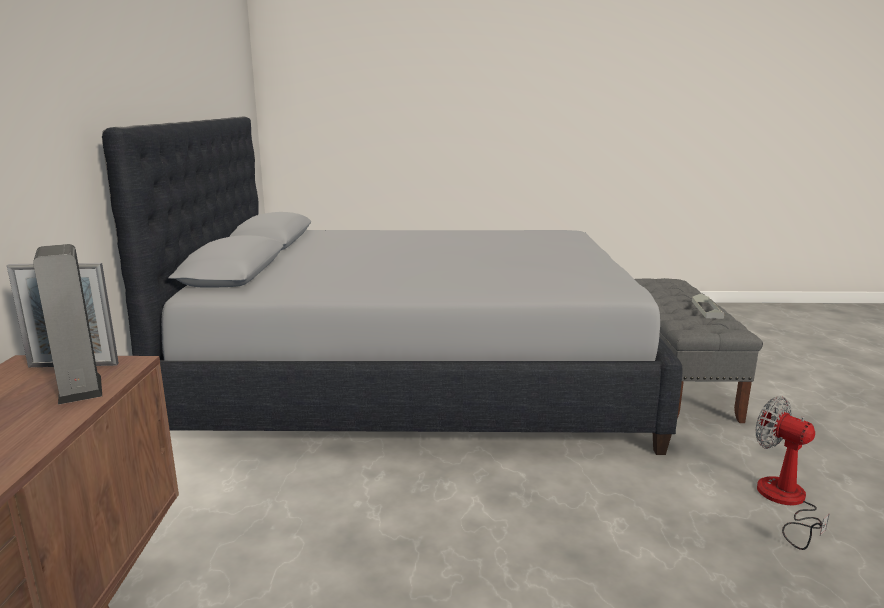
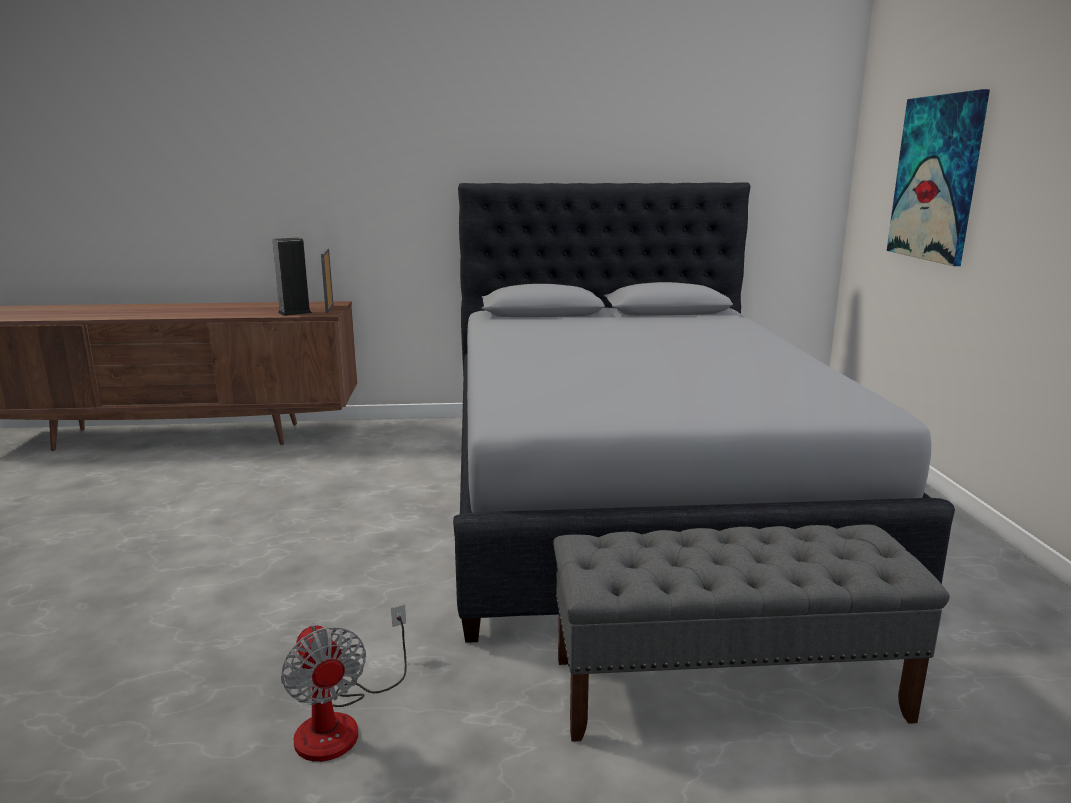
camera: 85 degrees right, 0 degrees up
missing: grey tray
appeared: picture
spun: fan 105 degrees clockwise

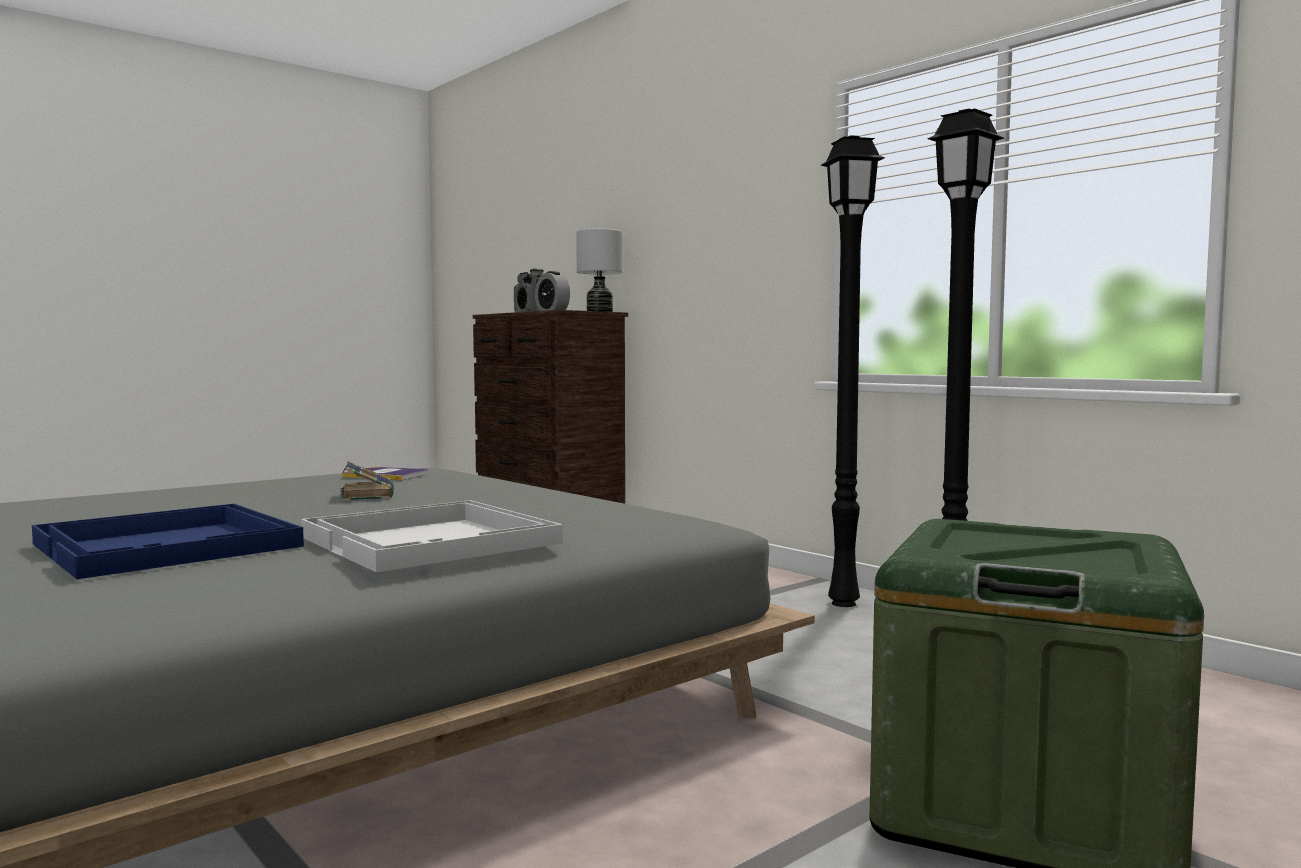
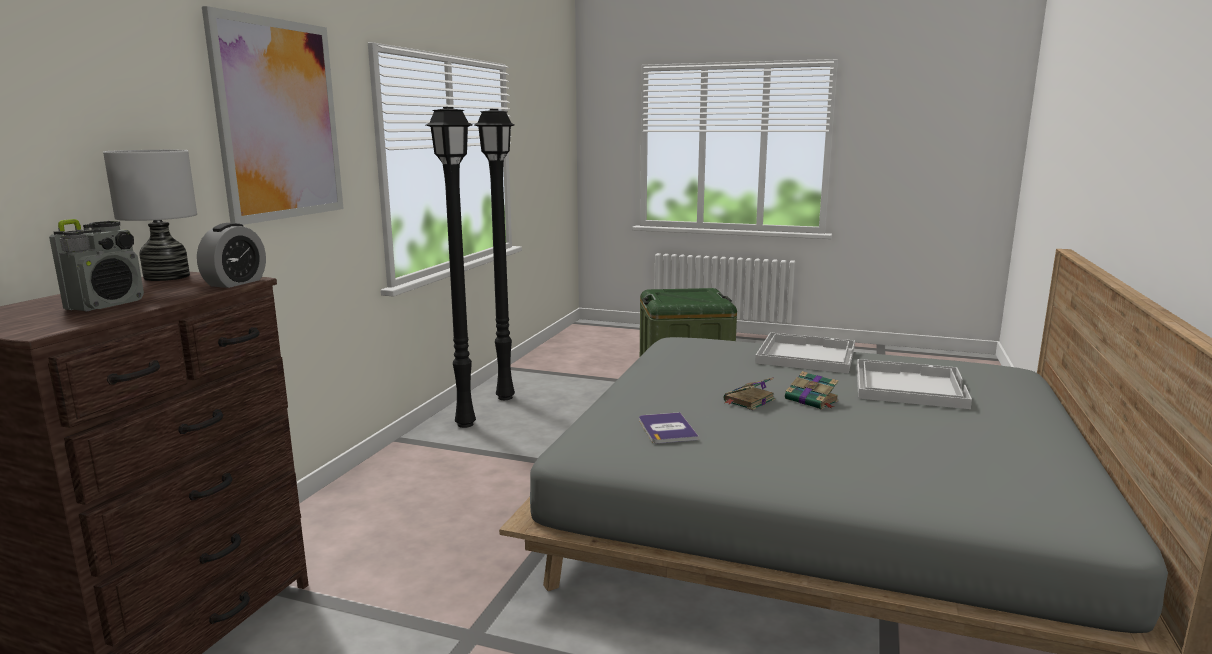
camera: 120 degrees left, 10 degrees up
appeared: picture; book (no. 3 from left)
colour: blue tray to white tray (no. 2 from left)

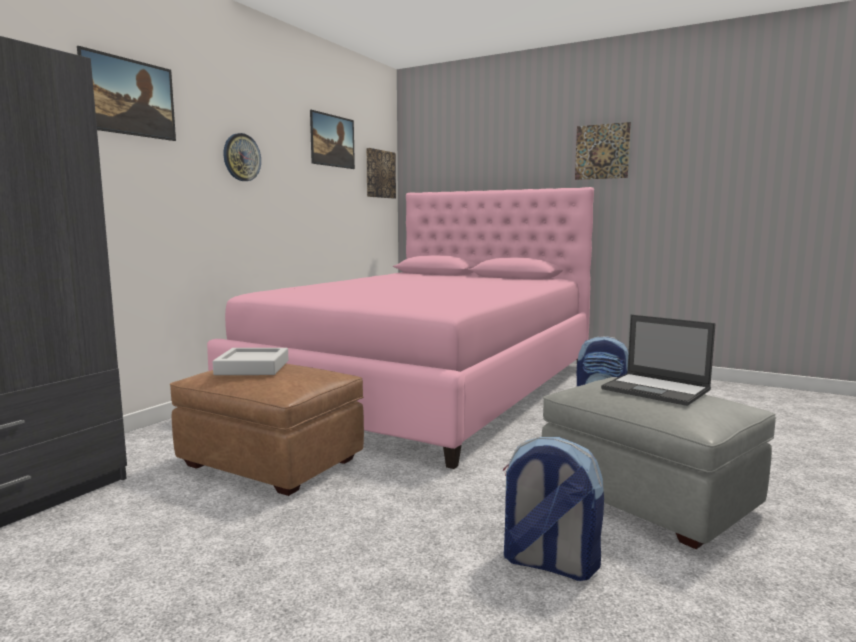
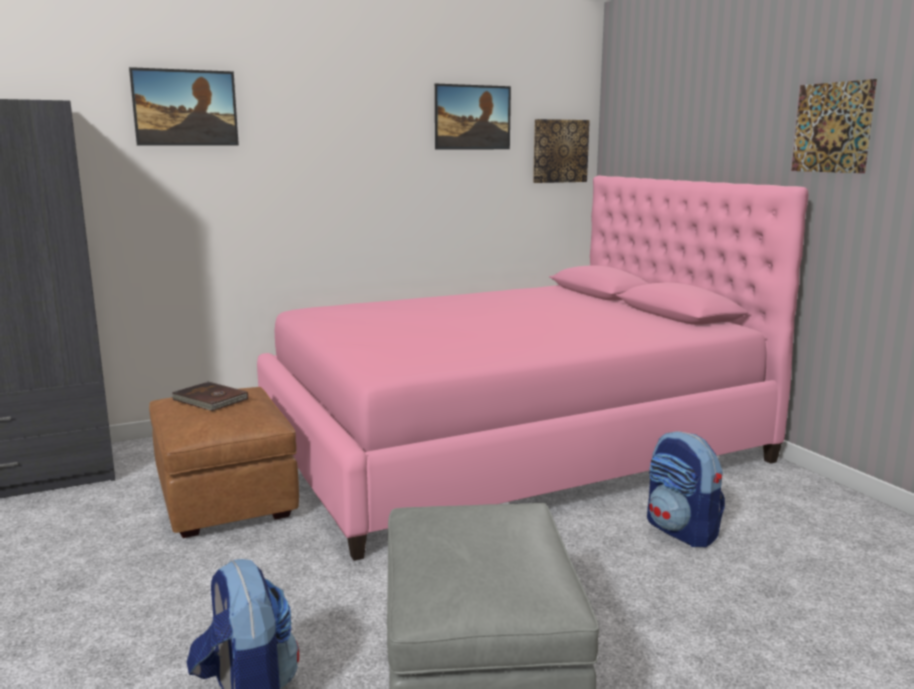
camera: 35 degrees right, 5 degrees up
missing: wall clock; laptop
exchanged: grey tray to brown book

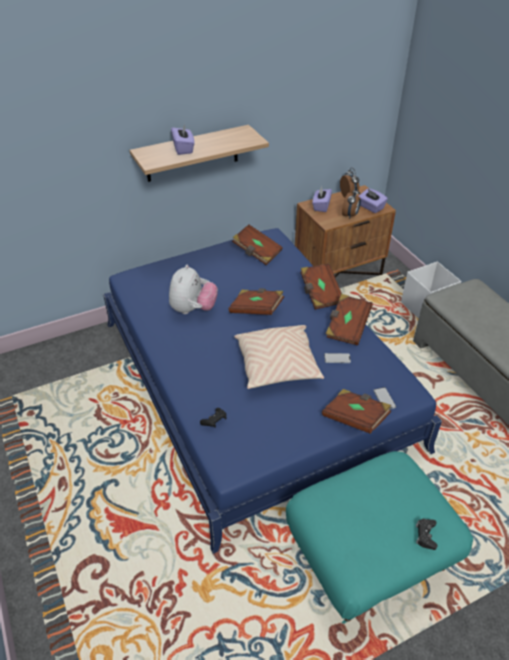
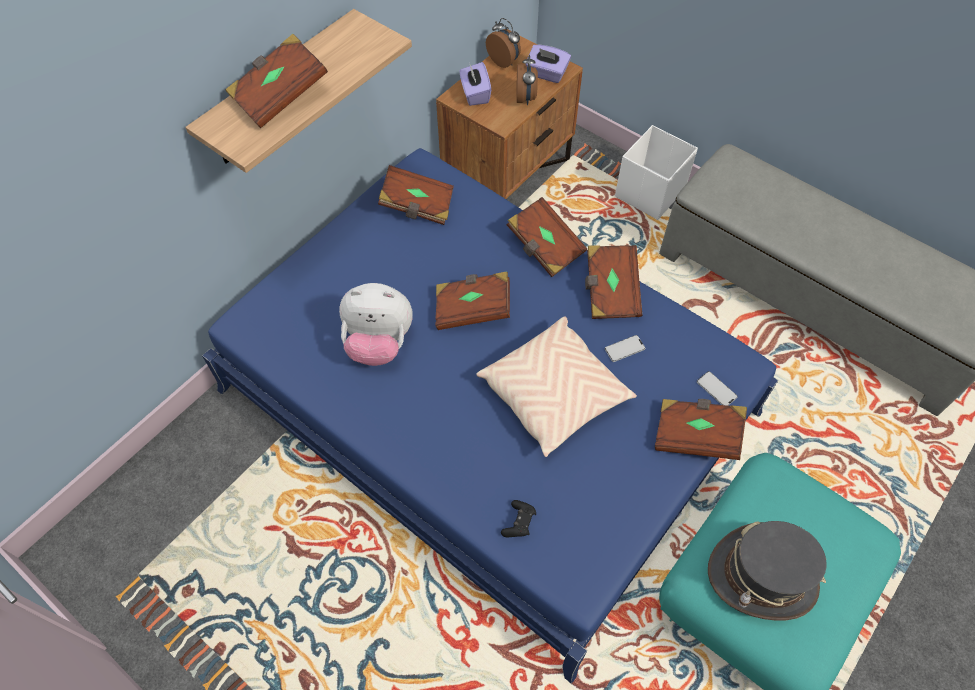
camera: 25 degrees left, 15 degrees up
missing: black game controller (no. 2 from left)
appeared: grey hat
exchanged: purple tissue box (no. 1 from left) to brown book (no. 1 from left)
spun: plush toy 105 degrees clockwise

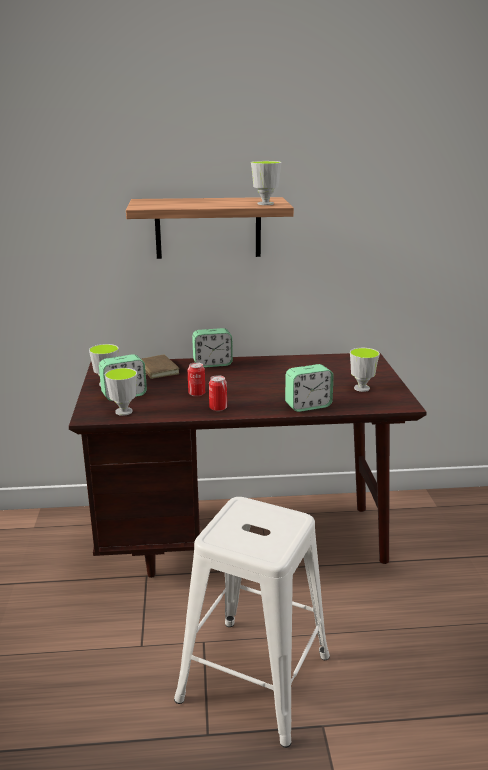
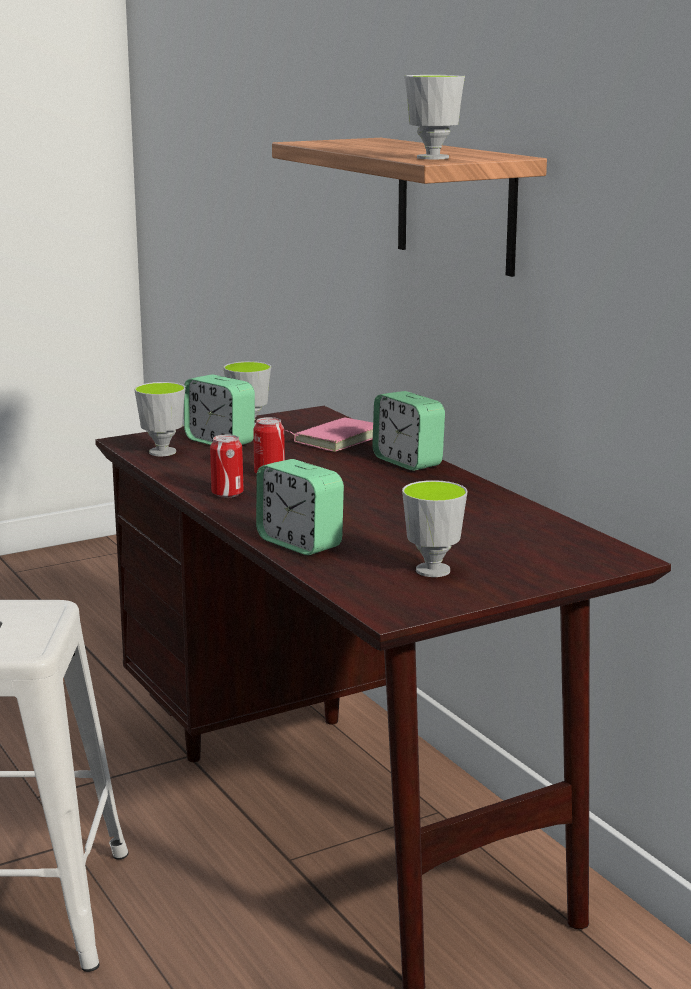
camera: 65 degrees right, 5 degrees down
colour: brown book to pink book

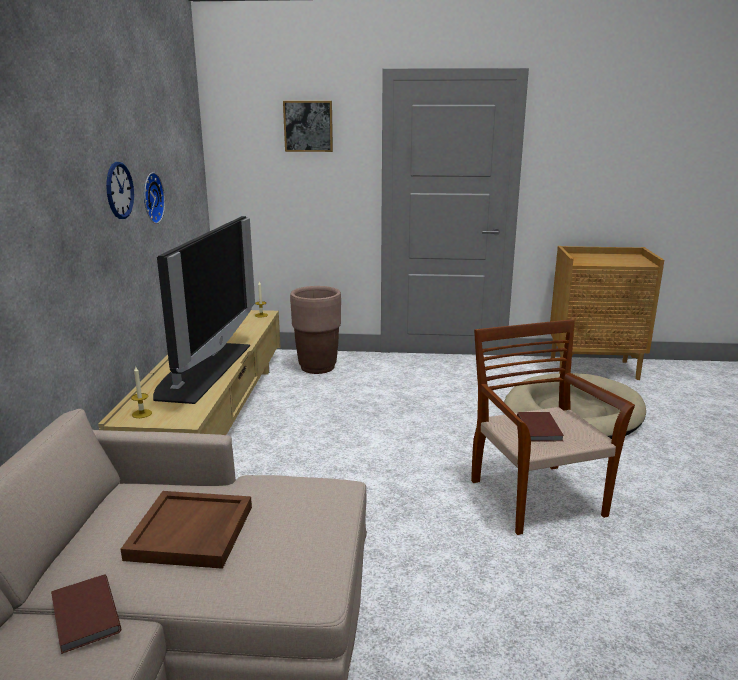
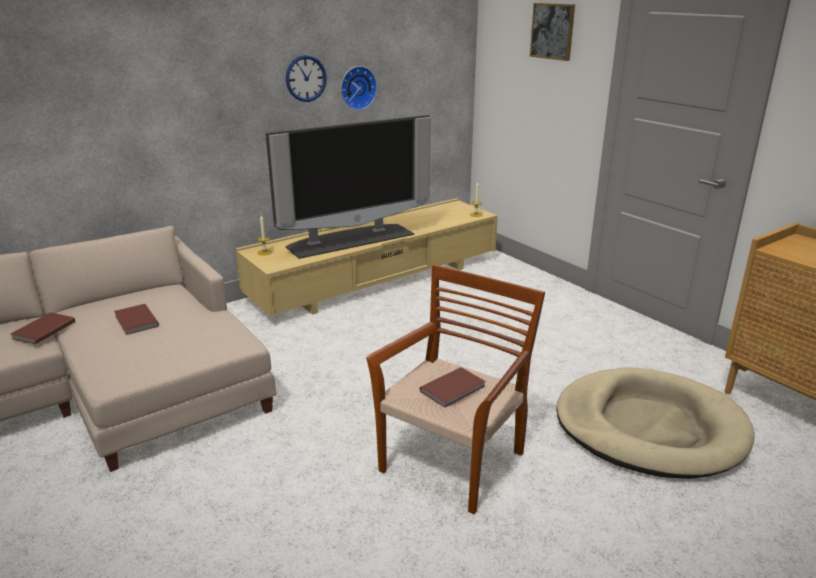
camera: 50 degrees right, 5 degrees up
missing: brown planter
exchanged: brown tray to brown book (no. 2 from left)

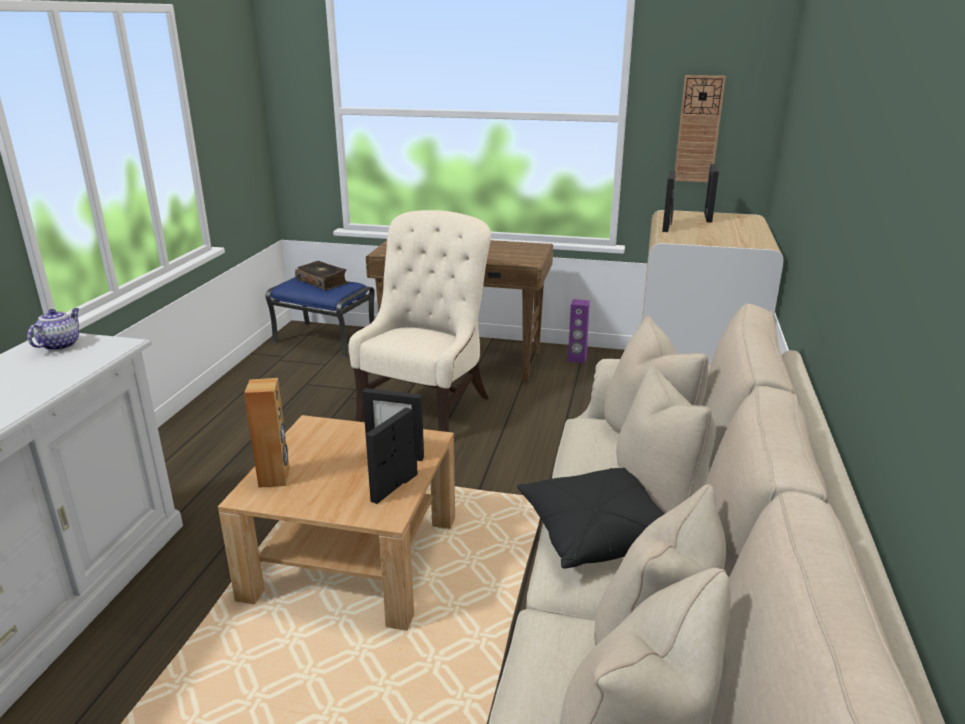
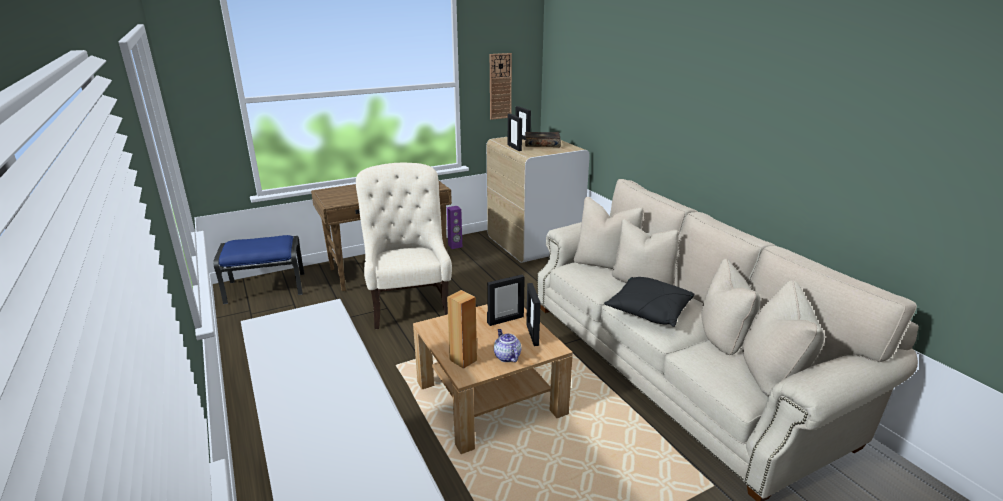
camera: 40 degrees left, 0 degrees up
relocated: teapot; book

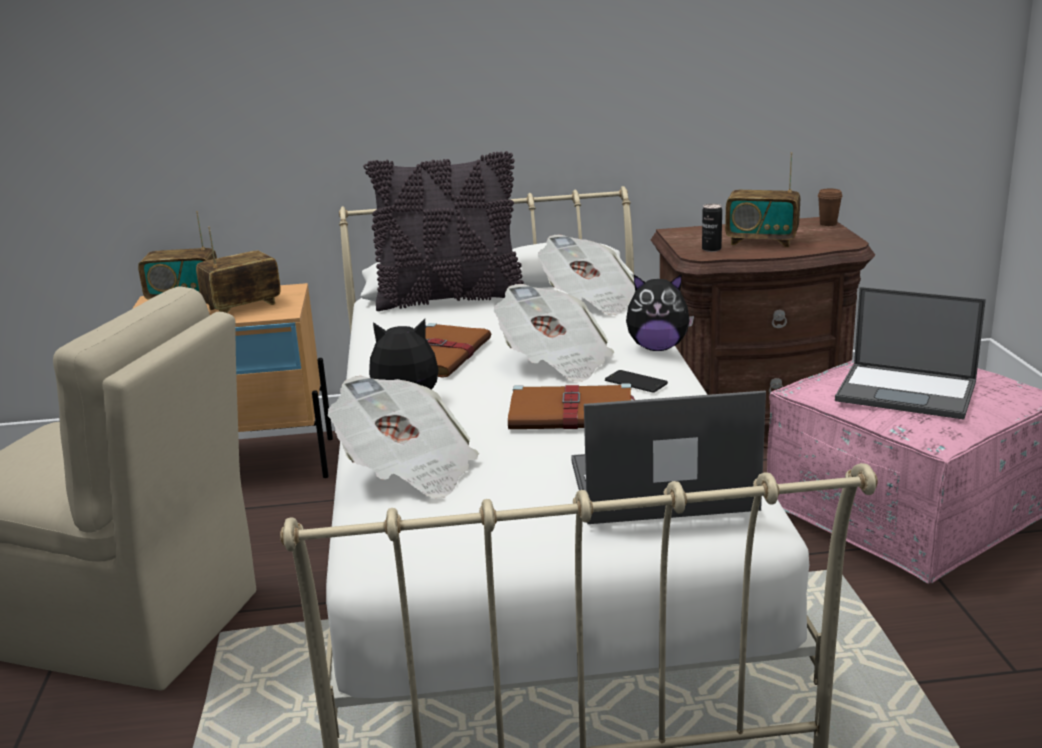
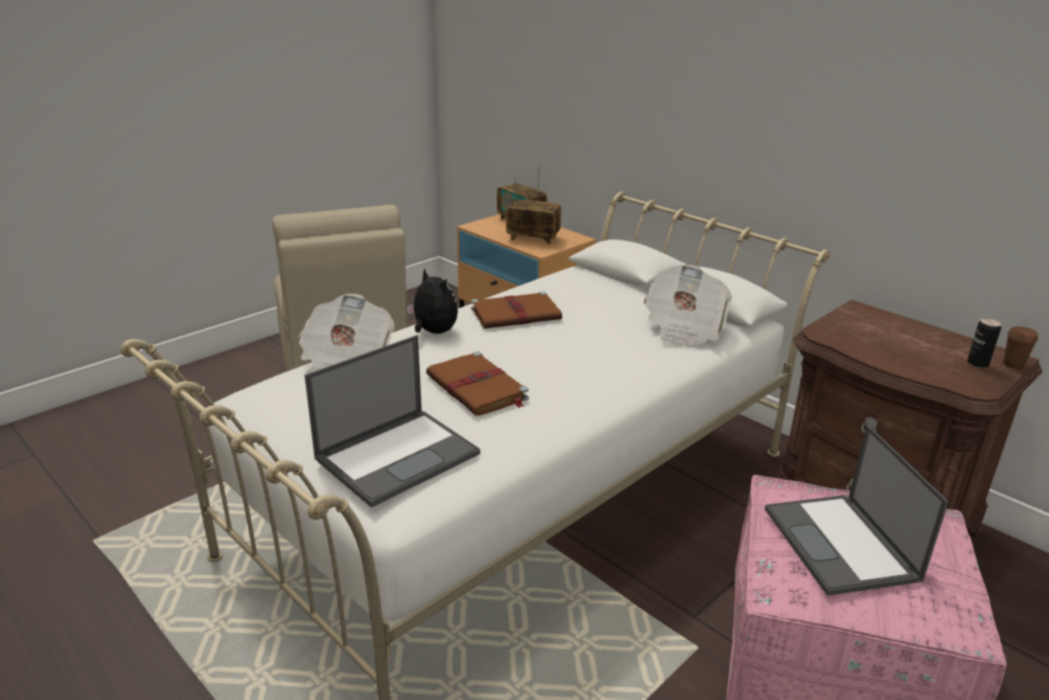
camera: 50 degrees right, 5 degrees up
missing: black pillow; newspaper (no. 2 from left); phone; plush toy (no. 2 from left); radio (no. 3 from left)
relocated: can
spun: laptop (no. 1 from left) 90 degrees clockwise

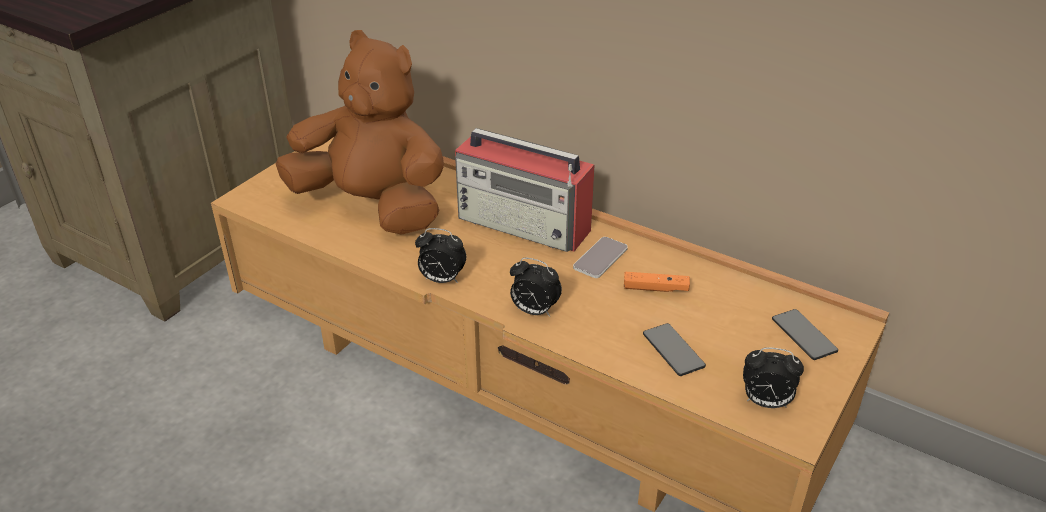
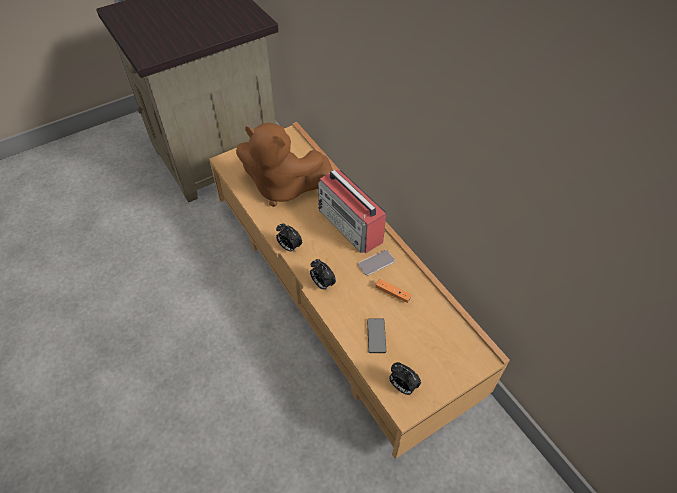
camera: 25 degrees right, 15 degrees up
missing: phone (no. 3 from left)
spun: brown plush toy 150 degrees clockwise

